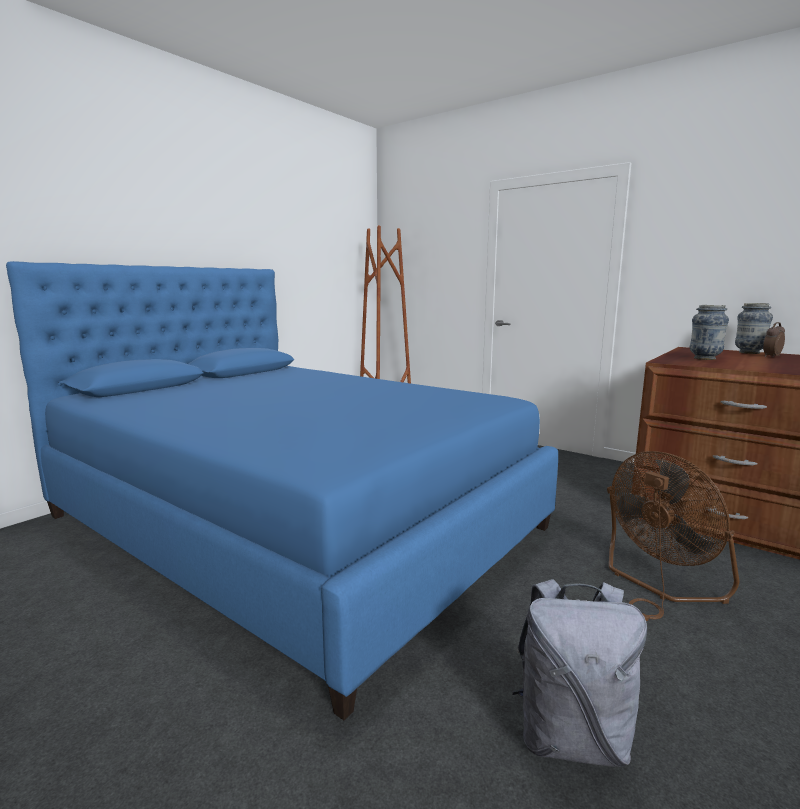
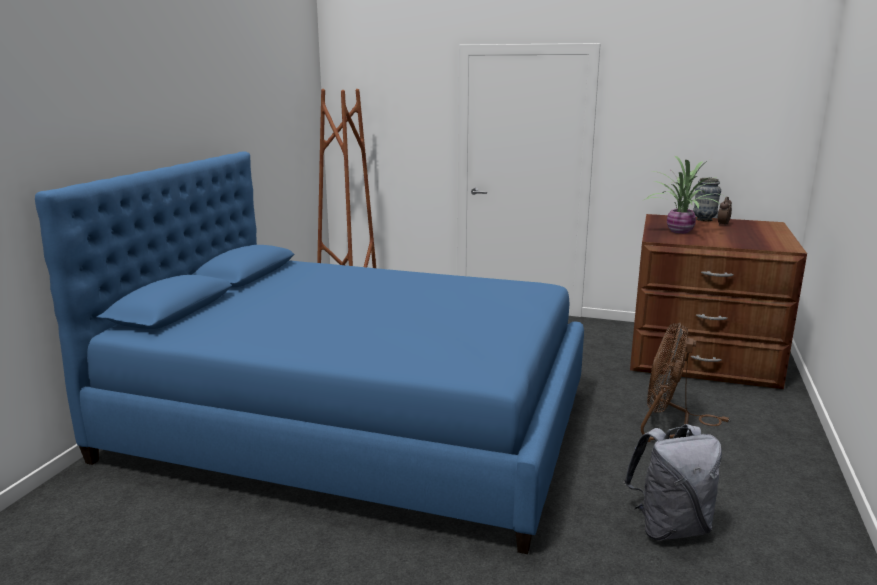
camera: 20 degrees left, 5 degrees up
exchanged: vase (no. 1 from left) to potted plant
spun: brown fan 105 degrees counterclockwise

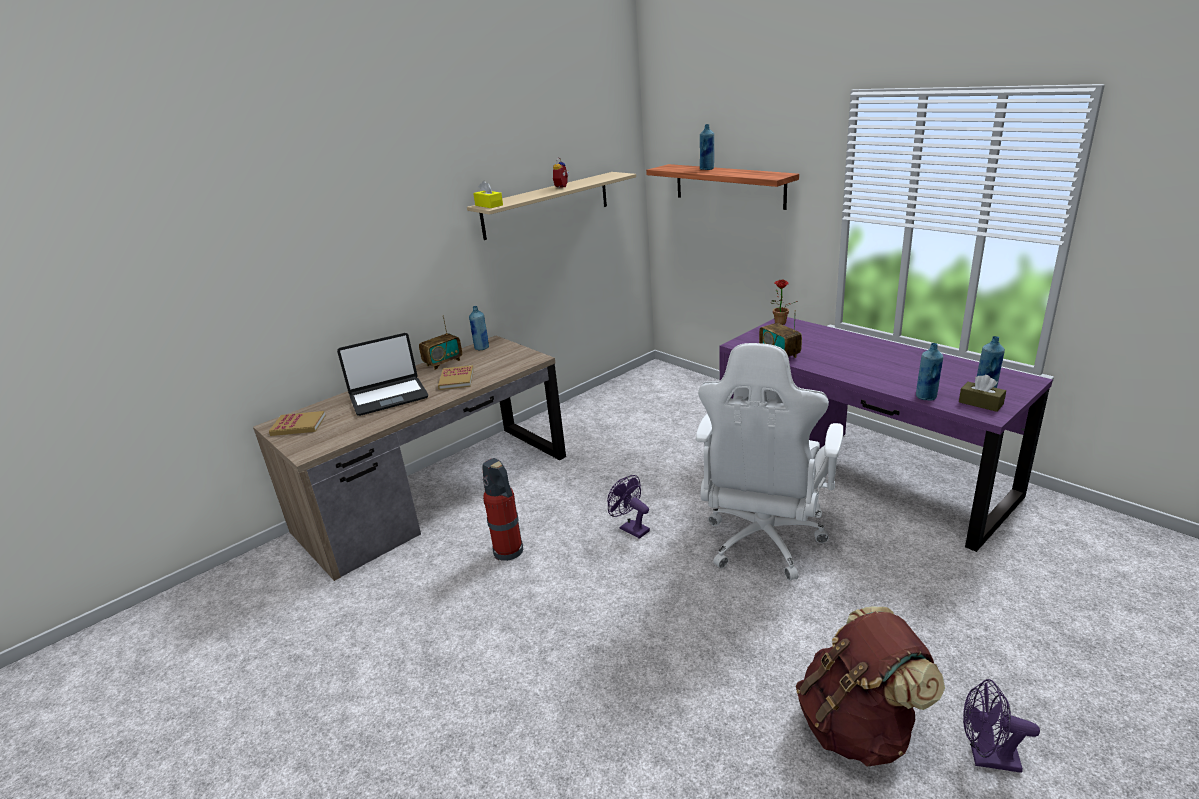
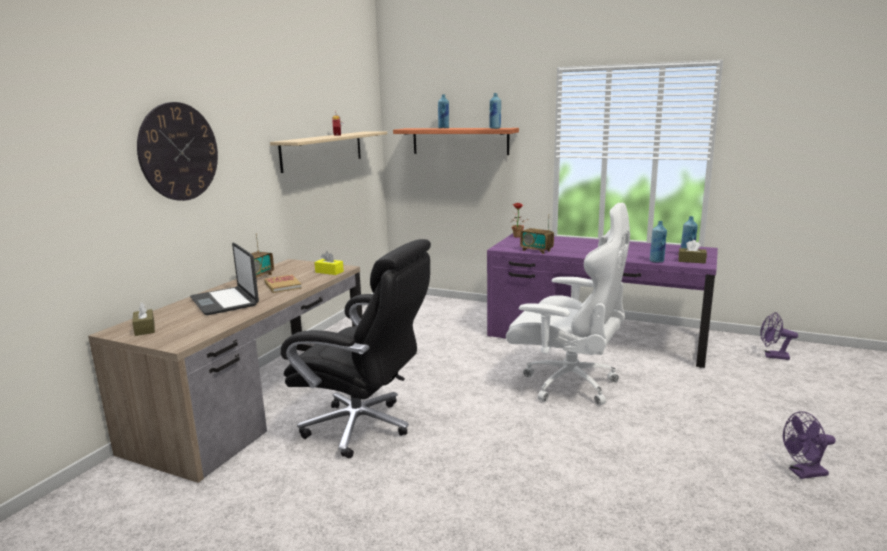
camera: 25 degrees left, 10 degrees down
missing: brown backpack
appeared: wall clock
relocated: blue bottle (no. 1 from left in the first image) to blue bottle (no. 2 from left); yellow tissue box; purple fan (no. 1 from left)
exchanged: book (no. 1 from left) to brown tissue box (no. 1 from left); fire extinguisher to black office chair
spun: laptop 105 degrees clockwise; white office chair 60 degrees counterclockwise

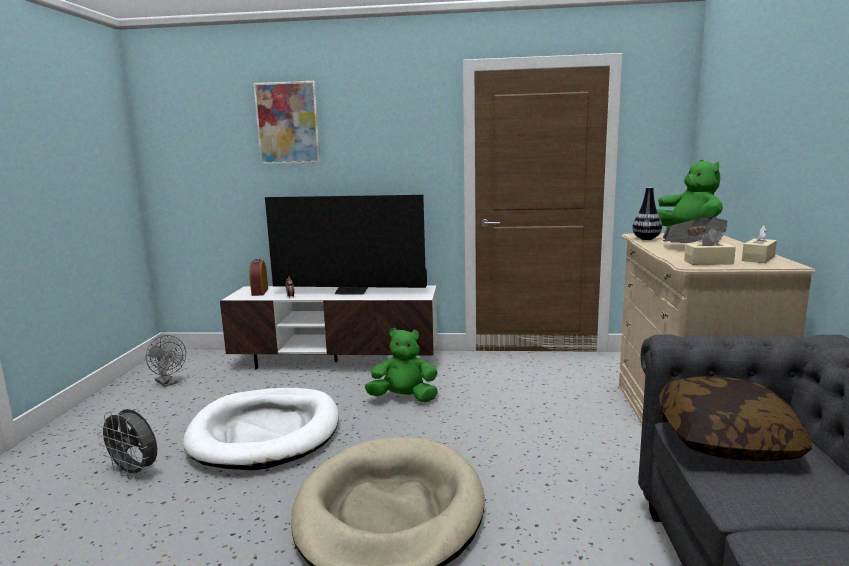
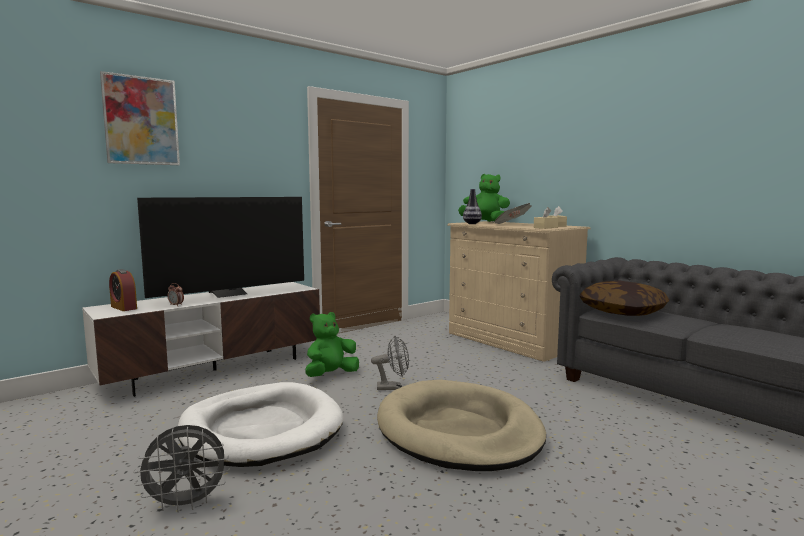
camera: 45 degrees left, 5 degrees down
relocated: grey fan (no. 2 from left)

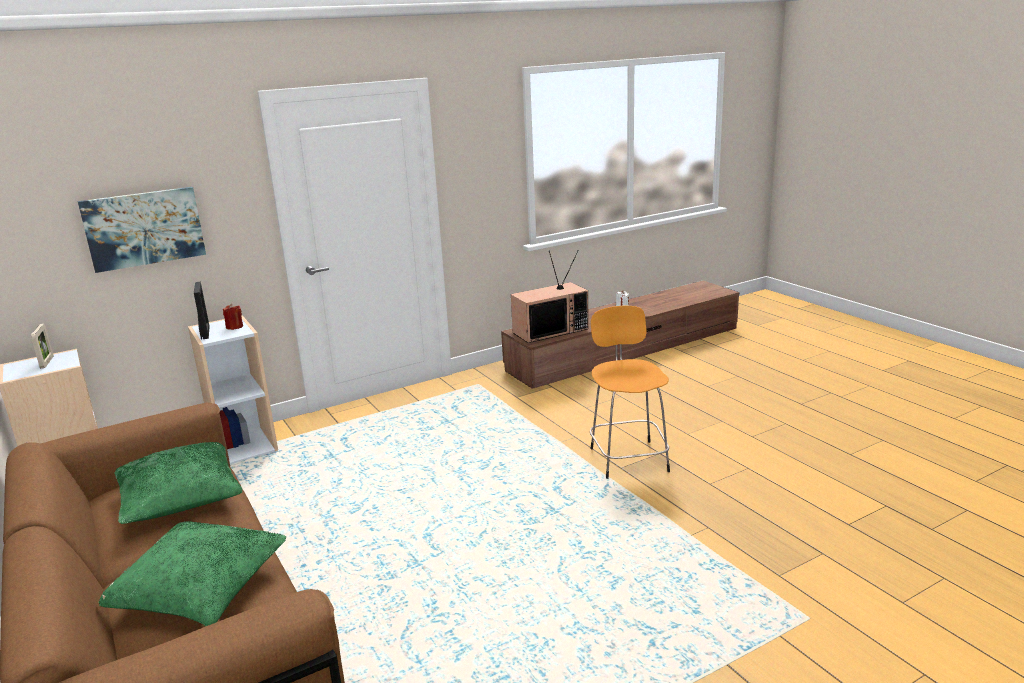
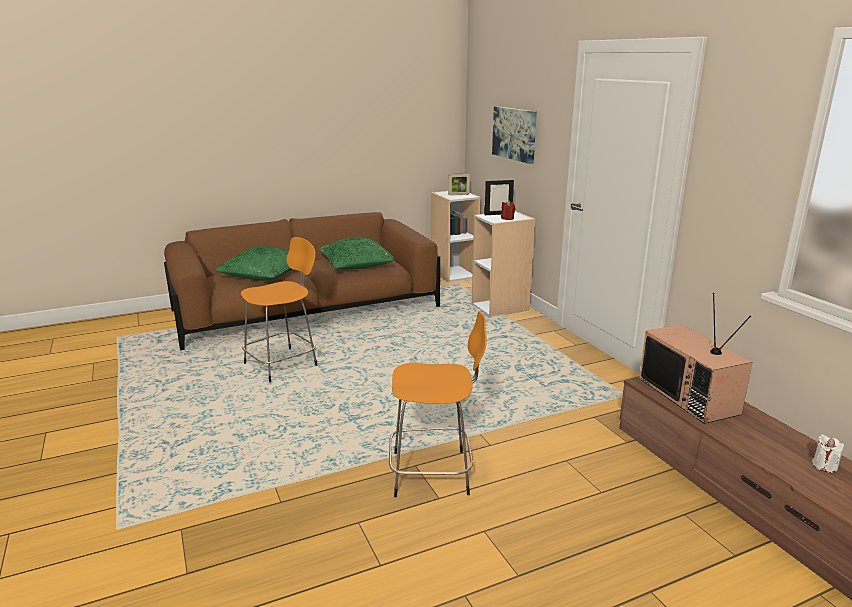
camera: 95 degrees right, 0 degrees up
appeared: orange stool (no. 1 from left)

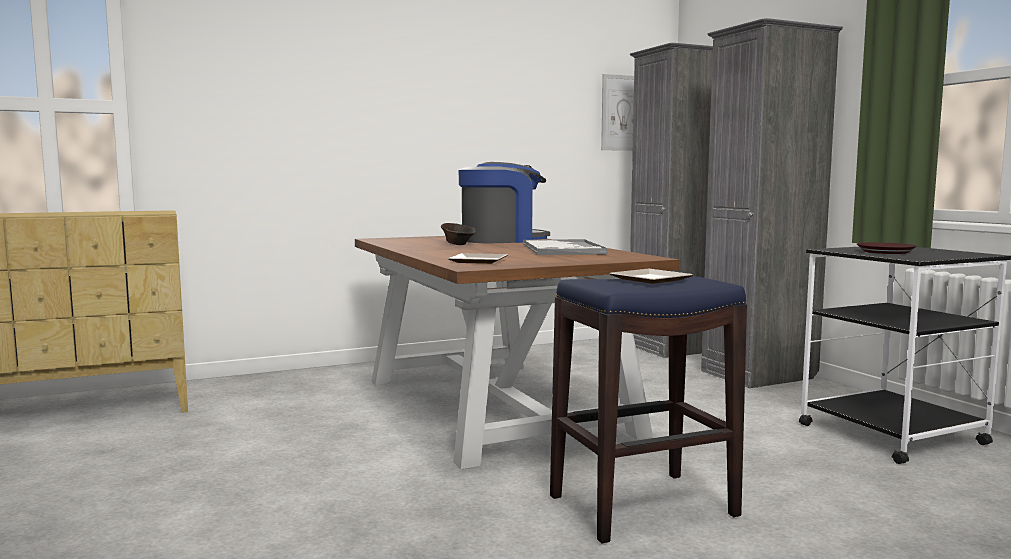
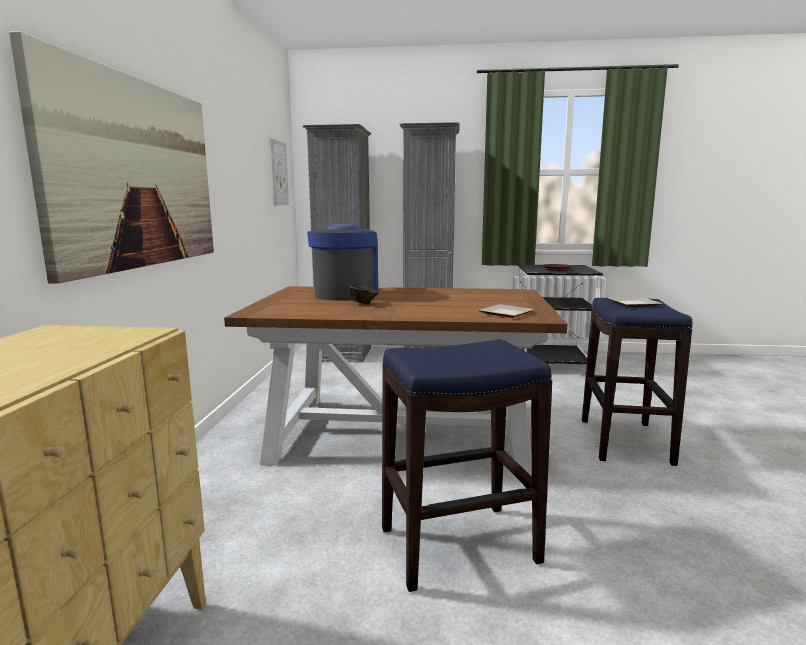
camera: 60 degrees left, 5 degrees up
missing: tray
appeared: picture (no. 1 from left); stool (no. 1 from left)

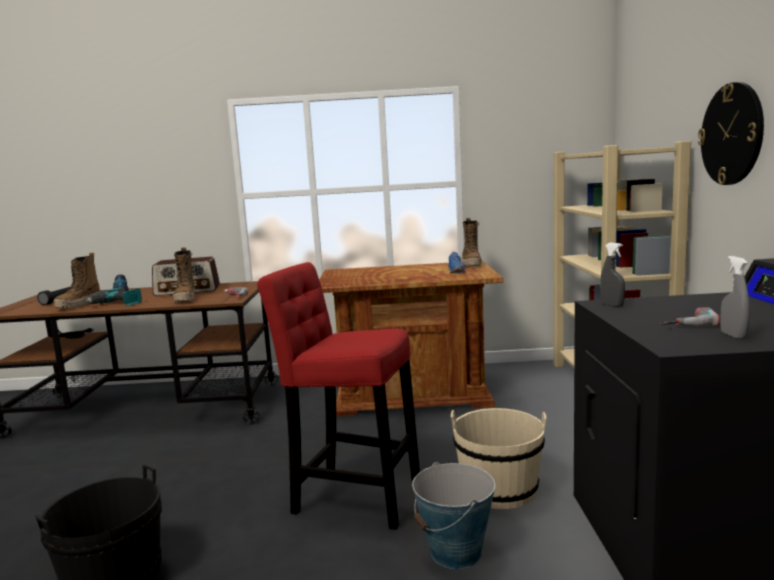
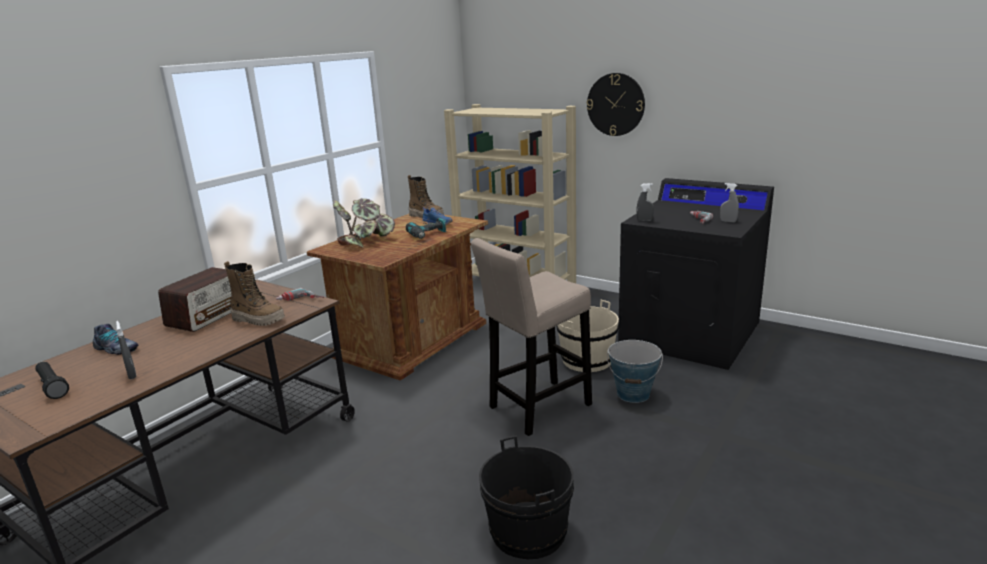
camera: 55 degrees left, 10 degrees up
appeared: potted plant
relocated: power drill (no. 1 from left in the first image) to power drill (no. 2 from left)
exchanged: boot (no. 1 from left) to grey spray bottle (no. 1 from left)
colour: red stool to beige stool

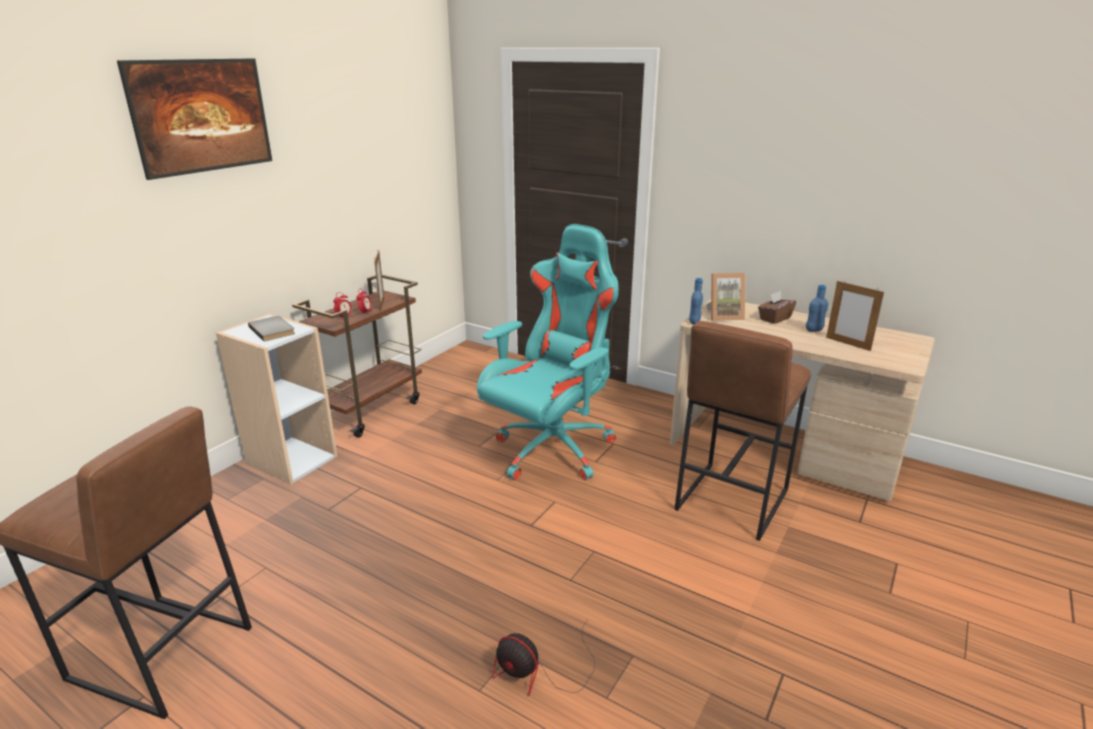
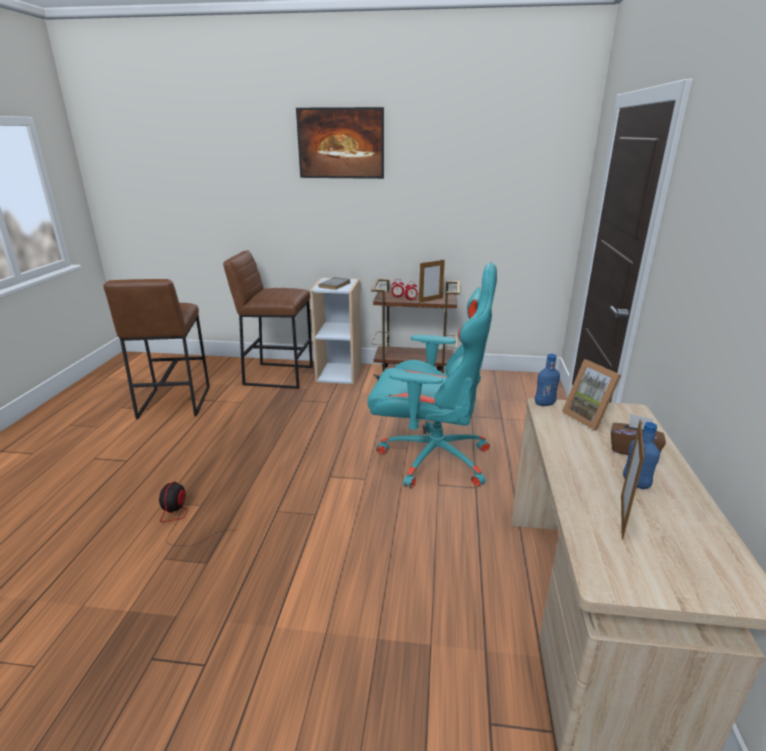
camera: 65 degrees right, 0 degrees up
relocated: brown stool (no. 2 from left)

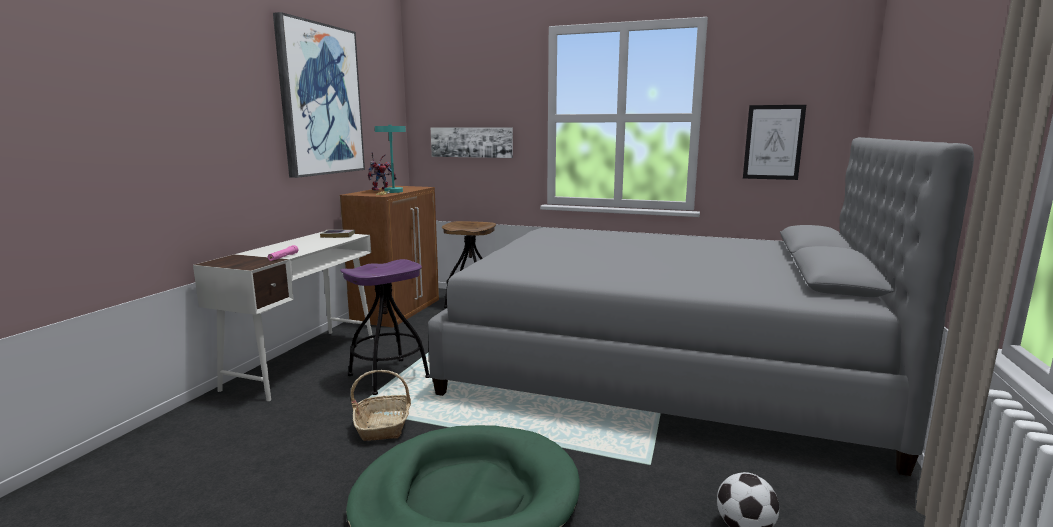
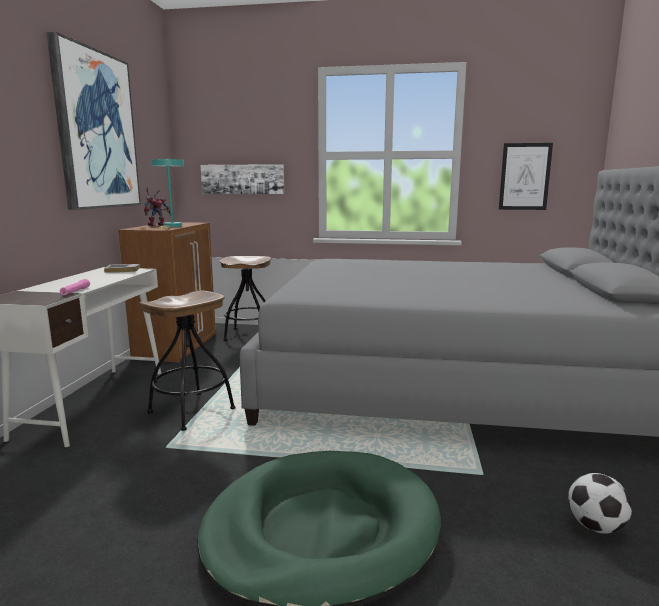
camera: 10 degrees left, 0 degrees up
missing: basket
colour: purple stool to brown stool (no. 1 from left)

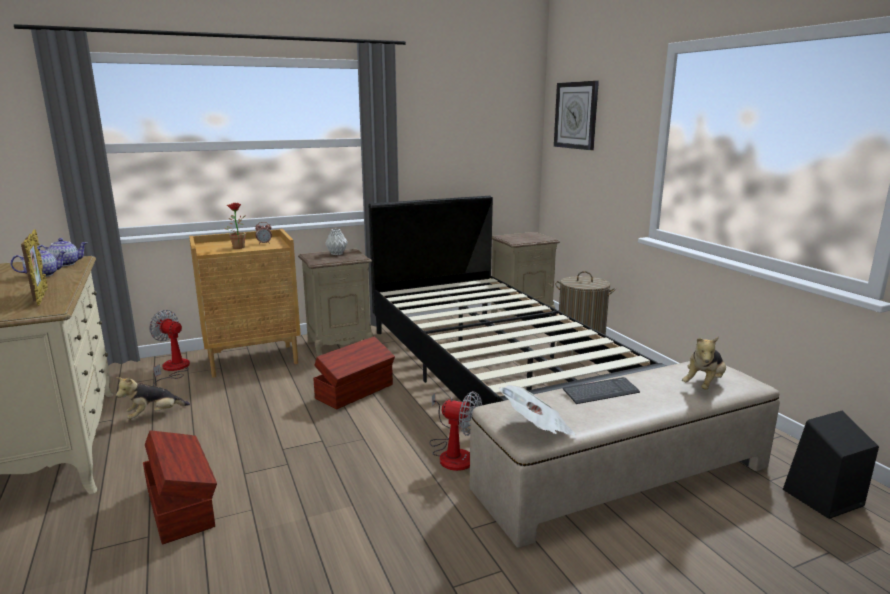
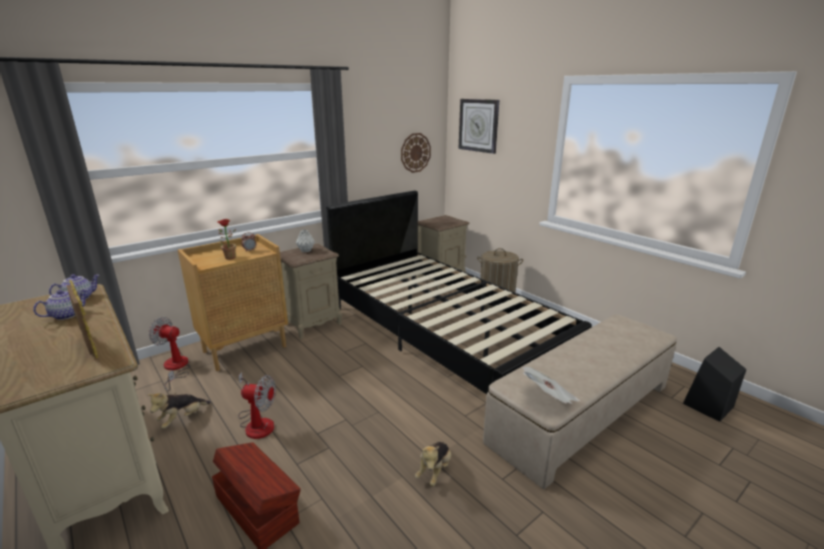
camera: 15 degrees left, 5 degrees up
missing: brown storage box (no. 2 from left); keyboard
appeared: wall clock (no. 1 from left)
relocated: fan (no. 2 from left); plush toy (no. 2 from left)

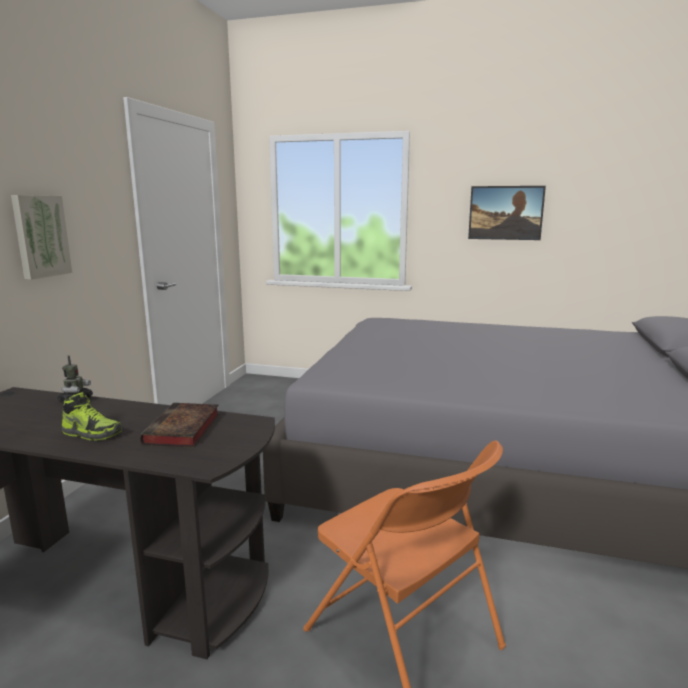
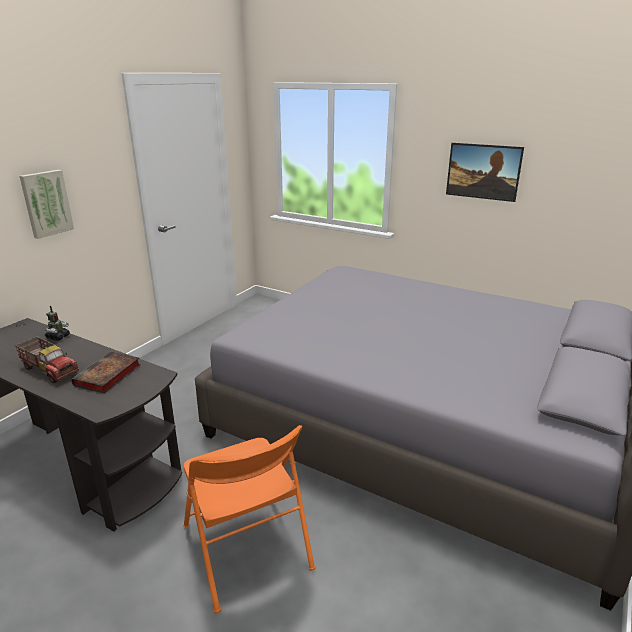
camera: 15 degrees right, 10 degrees up
exchanged: shoe to toy truck

